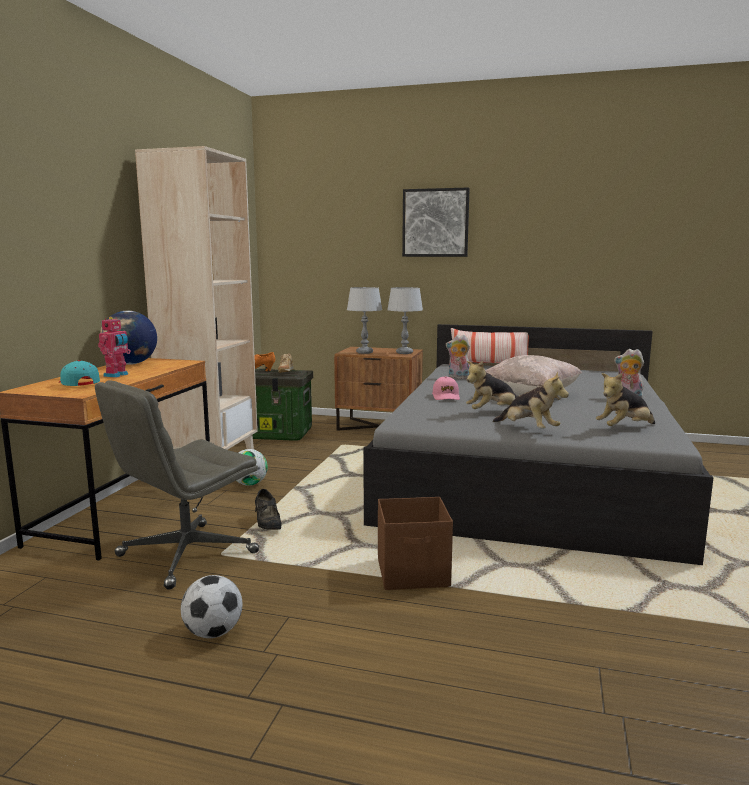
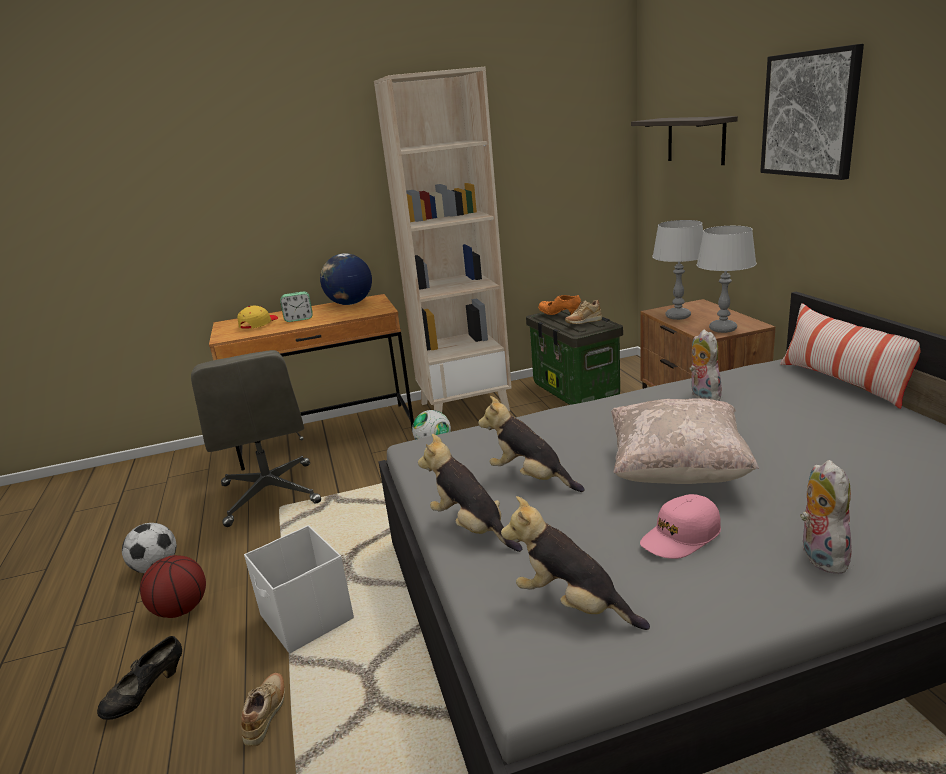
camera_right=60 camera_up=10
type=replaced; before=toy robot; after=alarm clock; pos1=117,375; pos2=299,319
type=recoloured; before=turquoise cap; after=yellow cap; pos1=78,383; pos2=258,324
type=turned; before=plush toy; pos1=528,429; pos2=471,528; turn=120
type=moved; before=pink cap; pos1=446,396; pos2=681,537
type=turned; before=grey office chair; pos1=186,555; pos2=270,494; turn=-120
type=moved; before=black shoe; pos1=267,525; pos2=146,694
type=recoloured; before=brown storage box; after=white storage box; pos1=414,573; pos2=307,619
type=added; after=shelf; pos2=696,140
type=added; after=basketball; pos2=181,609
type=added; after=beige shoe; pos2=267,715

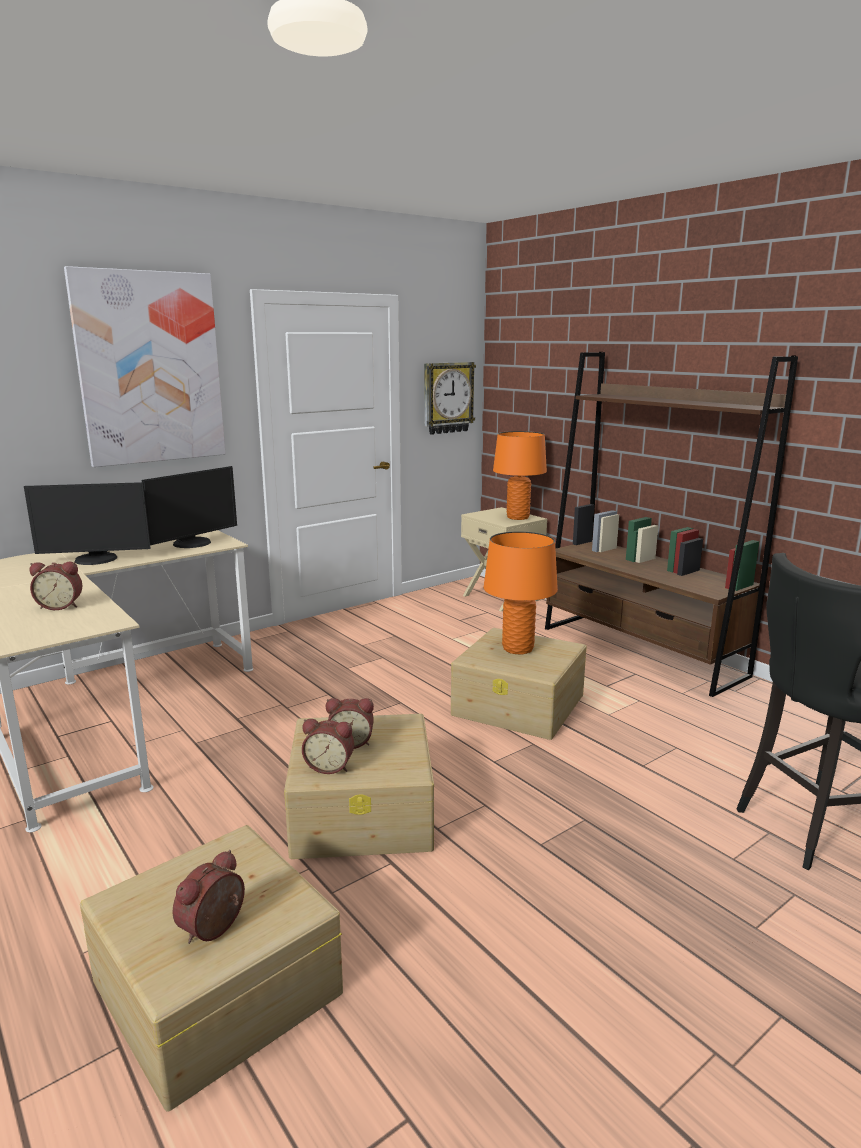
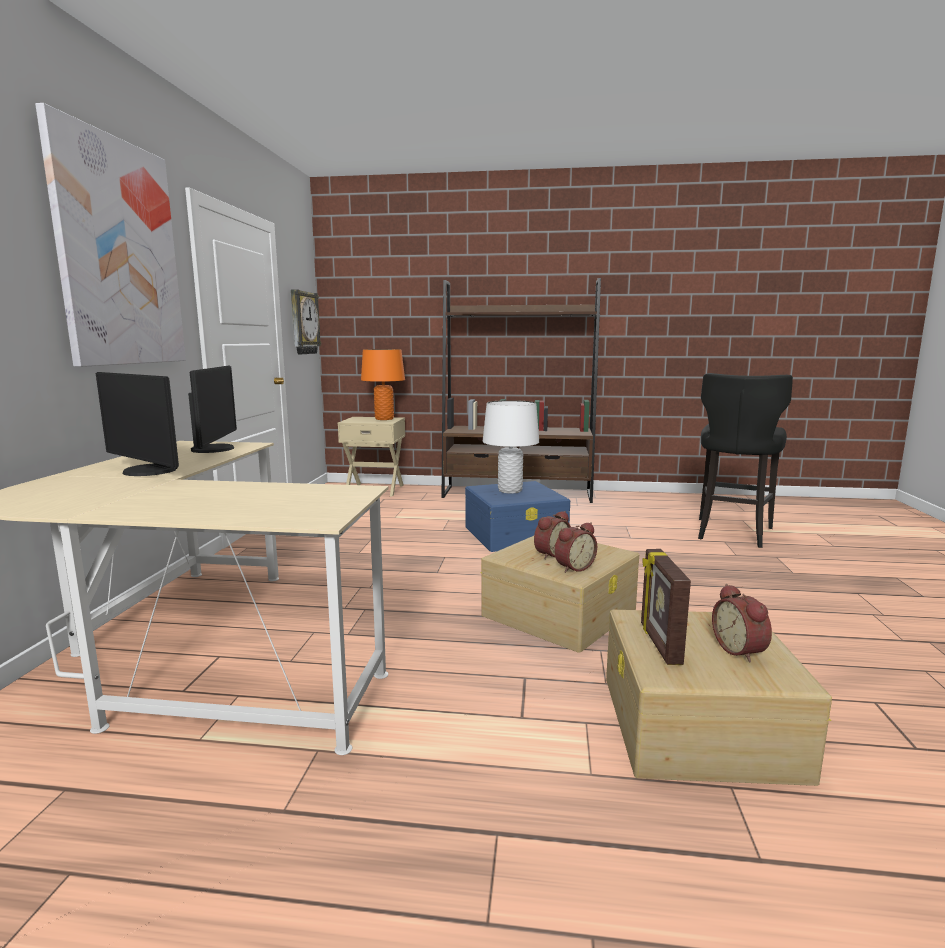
camera_right=-45 camera_up=-5
type=turned; before=monitor; pos1=95,560; pos2=147,471; turn=90
type=recoloured; before=orange table lamp; after=white table lamp; pos1=518,649; pos2=510,491
type=removed; before=alarm clock; pos1=61,606
type=recoloured; before=beige storage box; after=blue storage box; pos1=519,705; pos2=515,534
type=added; after=picture frame; pos2=659,644

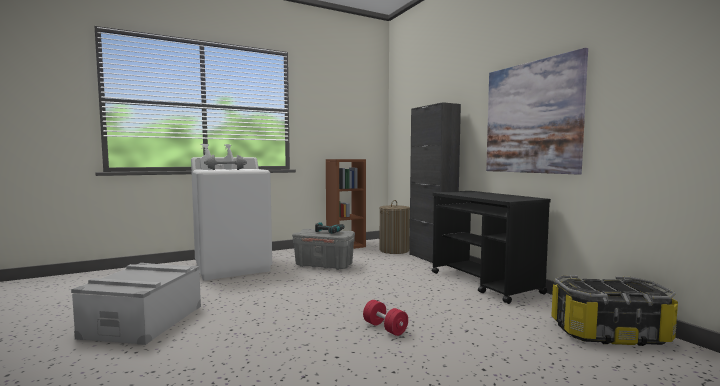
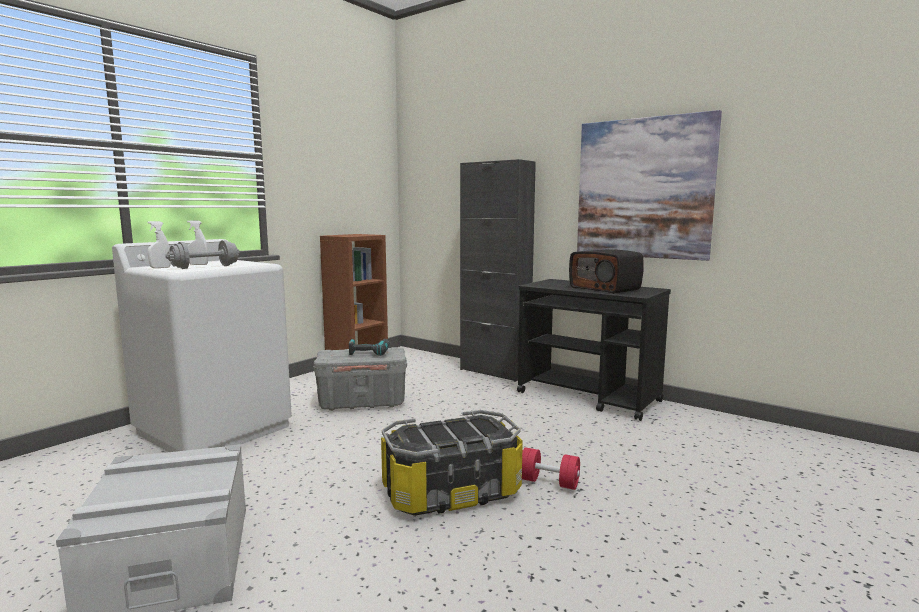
camera_right=-25 camera_up=5
type=removed; before=laundry basket; pos1=394,250
type=moved; before=storage box; pos1=608,333; pos2=451,492
type=added; after=radio; pos2=605,288

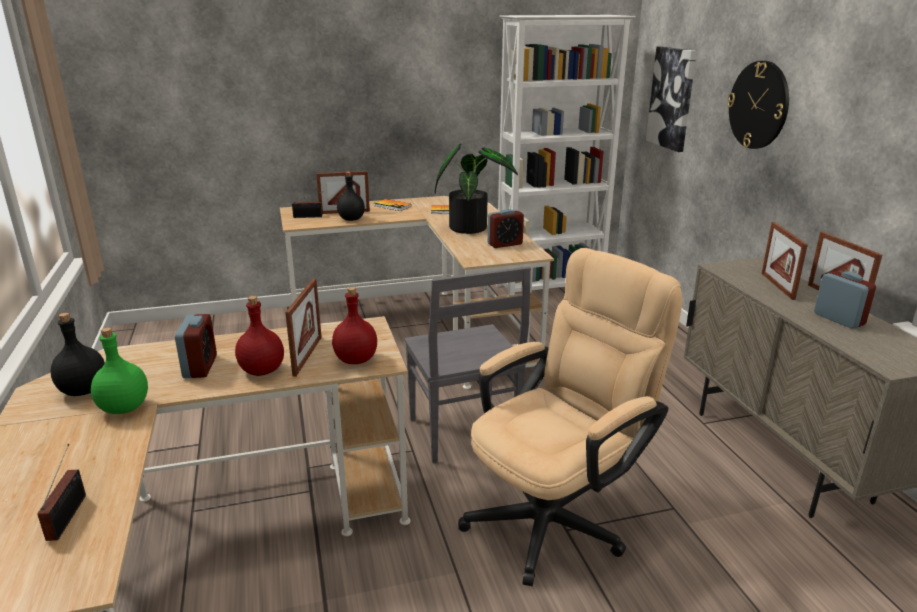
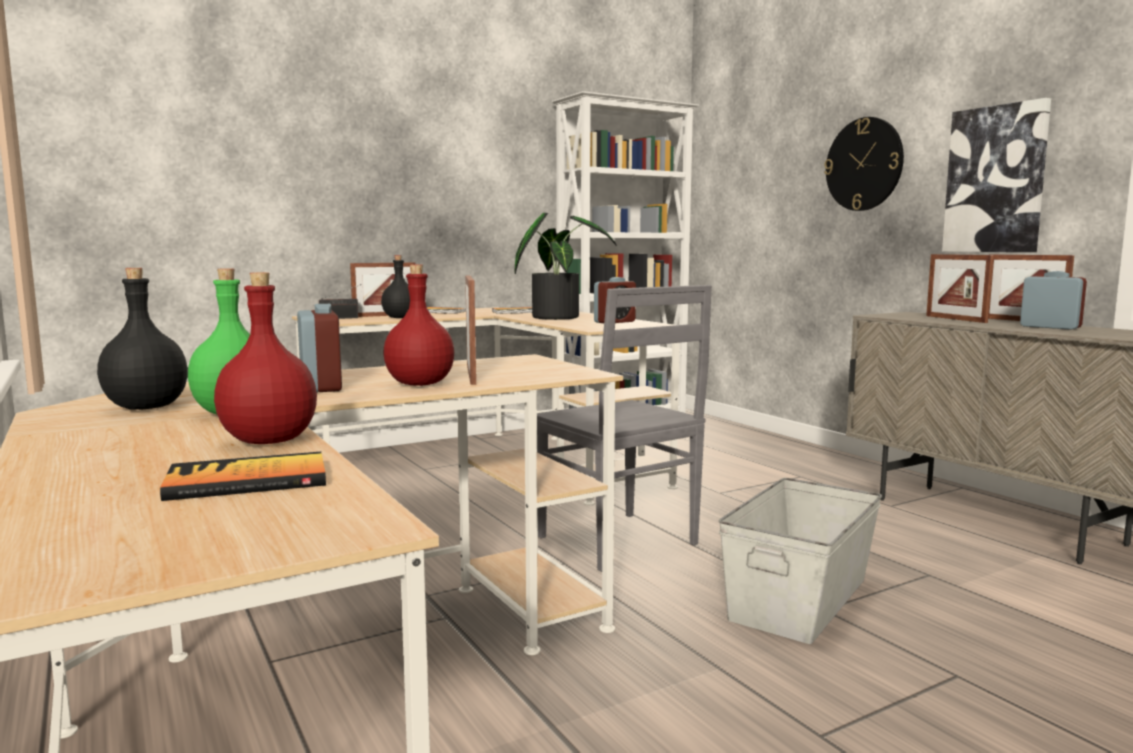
camera_right=-15 camera_up=-15
type=moved; before=picture; pos1=672,98; pos2=996,180
type=replaced; before=beige office chair; after=grey storage box; pos1=557,516; pos2=801,598
type=moved; before=red bottle; pos1=356,360; pos2=271,440
type=replaced; before=radio; after=book; pos1=69,514; pos2=247,481

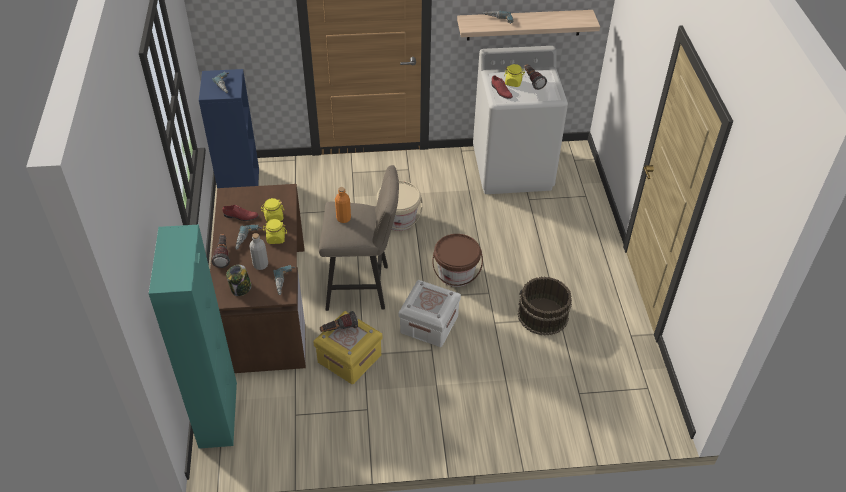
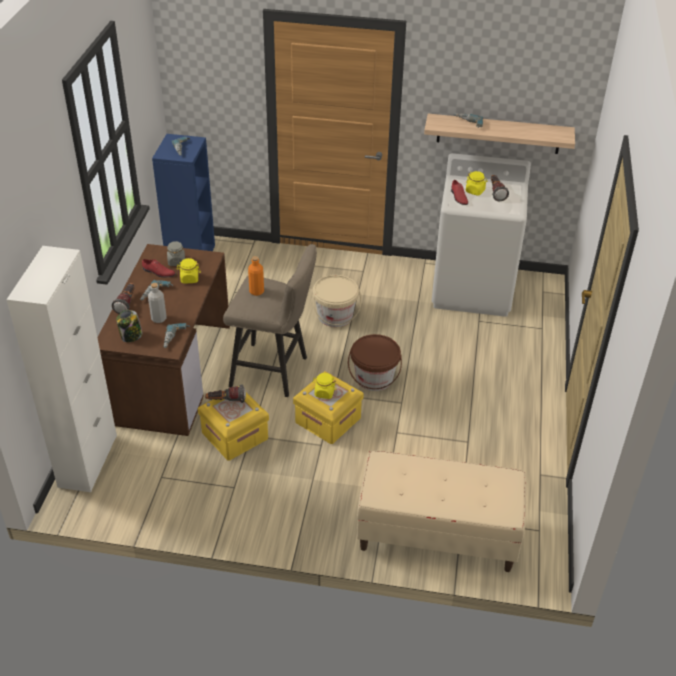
camera_right=15 camera_up=-5
type=moved; before=yellow jar; pos1=275,238; pos2=324,393
type=recoloured; before=turquoise cabinet; after=white cabinet; pos1=218,414; pos2=88,461
type=removed; before=brown bucket; pos1=542,316
type=recoloured; before=white storage box; after=yellow storage box; pos1=429,324; pos2=328,420
type=added; after=grey jar; pos2=176,261
type=added; after=beige bench; pos2=437,535

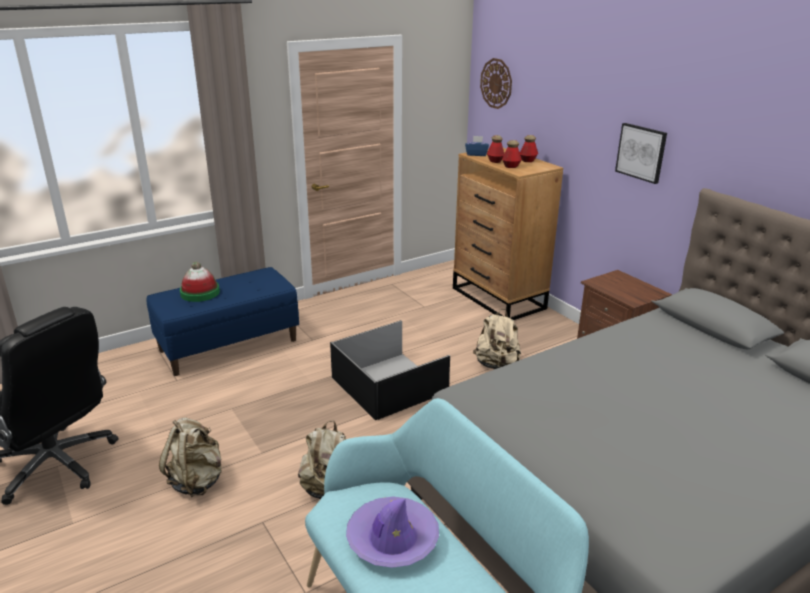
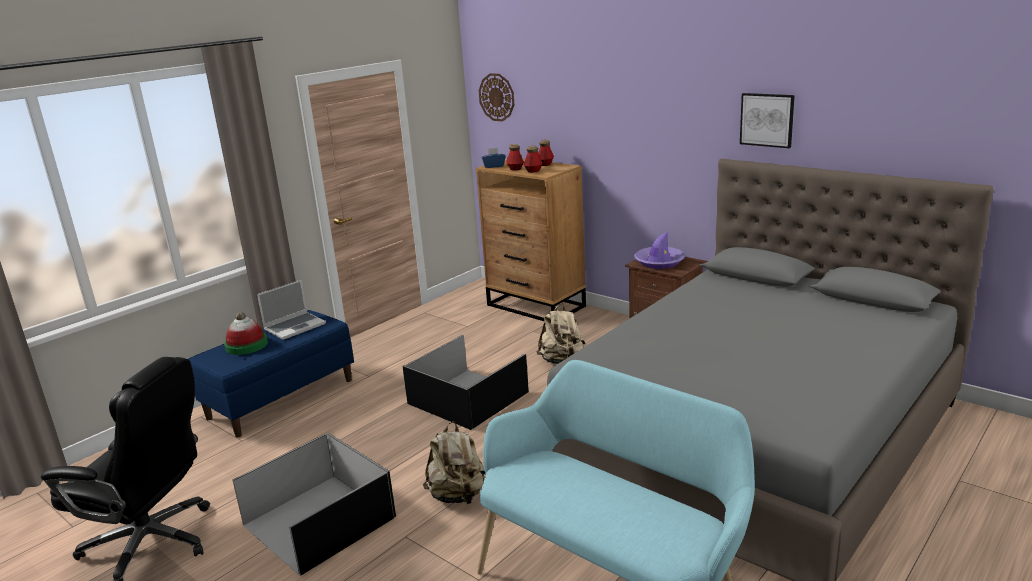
camera_right=-15 camera_up=-5
type=moved; before=picture; pos1=641,152; pos2=767,120
type=replaced; before=beige backpack; after=black storage box; pos1=197,481; pos2=318,520
type=moved; before=purple hat; pos1=392,539; pos2=659,262
type=added; after=laptop; pos2=295,326

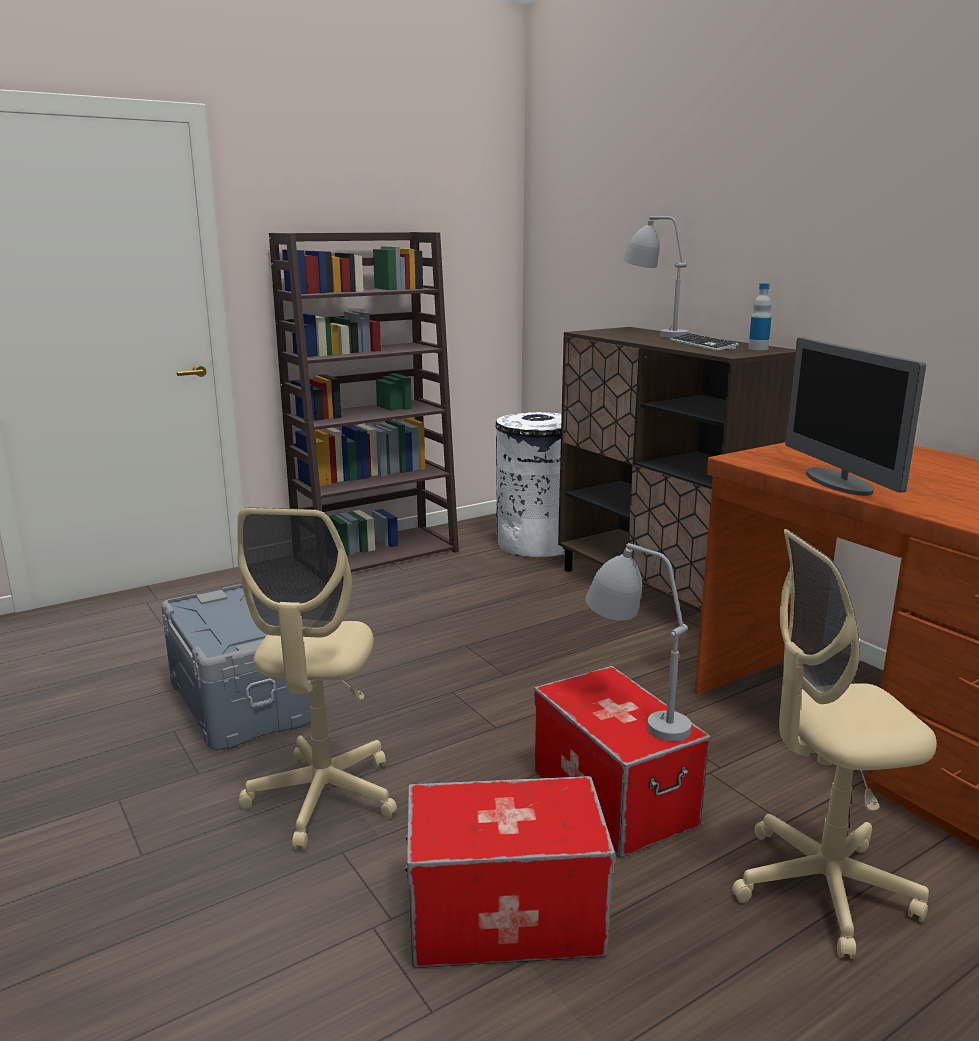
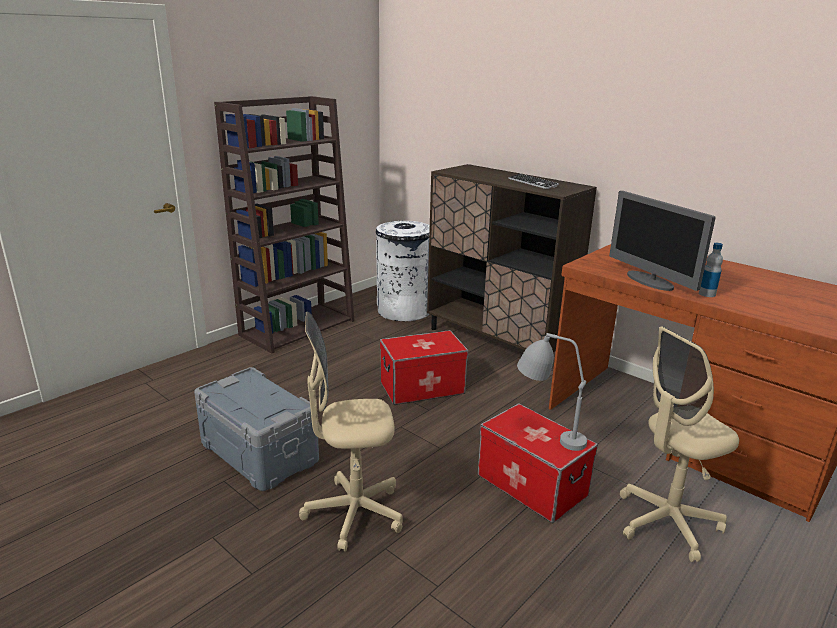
camera_right=-15 camera_up=5
type=removed; before=grey table lamp; pos1=651,333
type=moved; before=bottle; pos1=758,348; pos2=707,294
type=turned; before=beige office chair; pos1=323,798; pos2=354,513; turn=90
type=moved; before=storage box; pos1=504,918; pos2=422,388

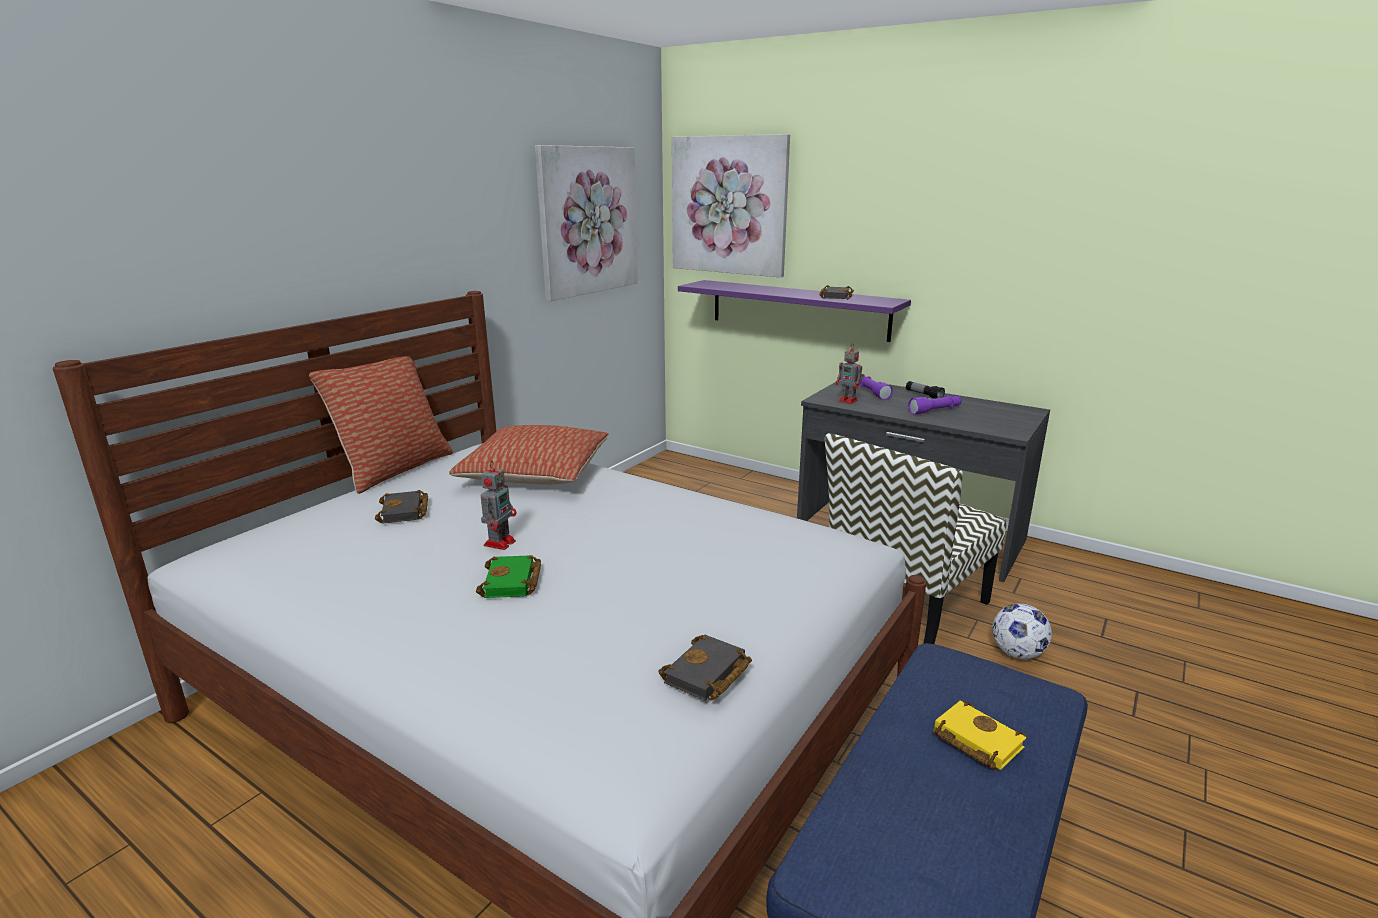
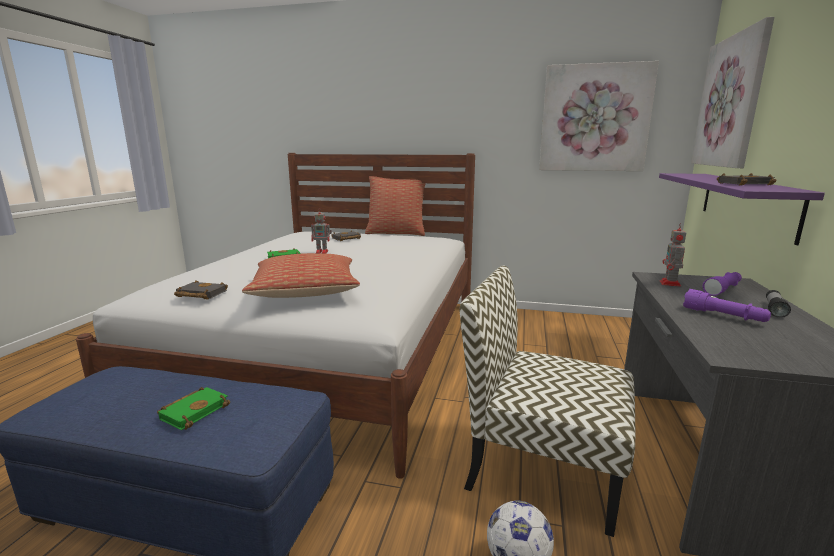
camera_right=70 camera_up=-5
type=moved; before=pillow; pos1=535,473; pos2=305,291
type=recoloured; before=yellow book; after=green book; pos1=974,740; pos2=195,411

